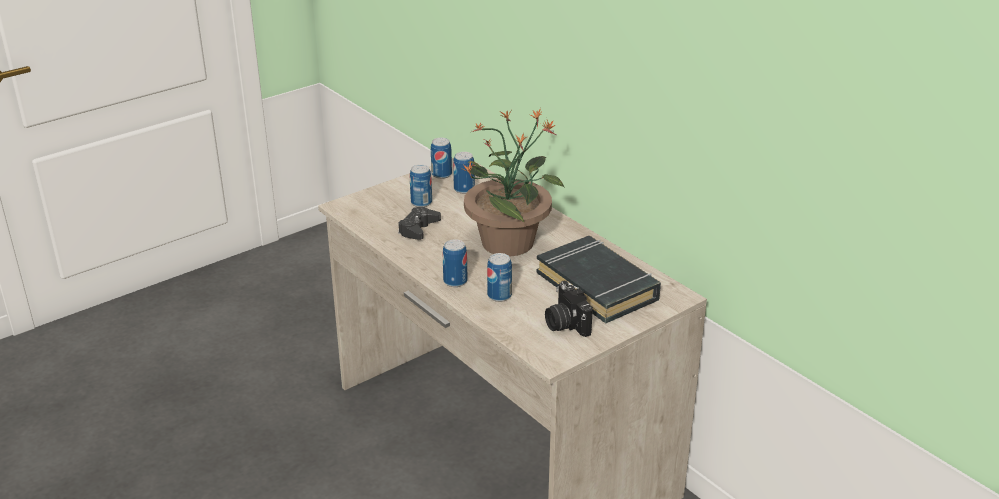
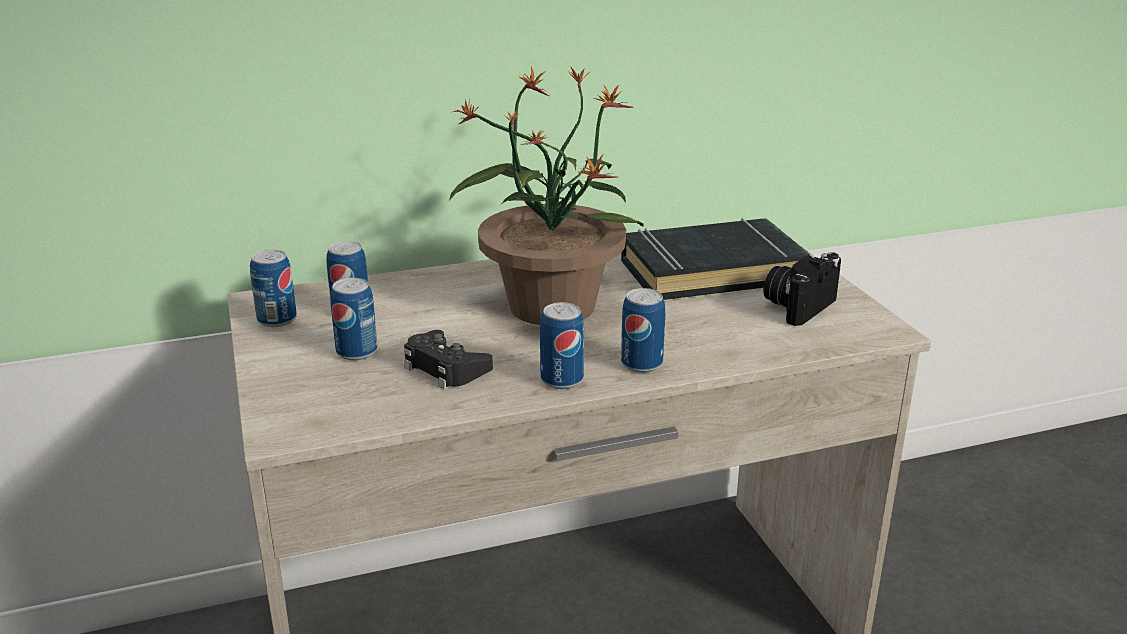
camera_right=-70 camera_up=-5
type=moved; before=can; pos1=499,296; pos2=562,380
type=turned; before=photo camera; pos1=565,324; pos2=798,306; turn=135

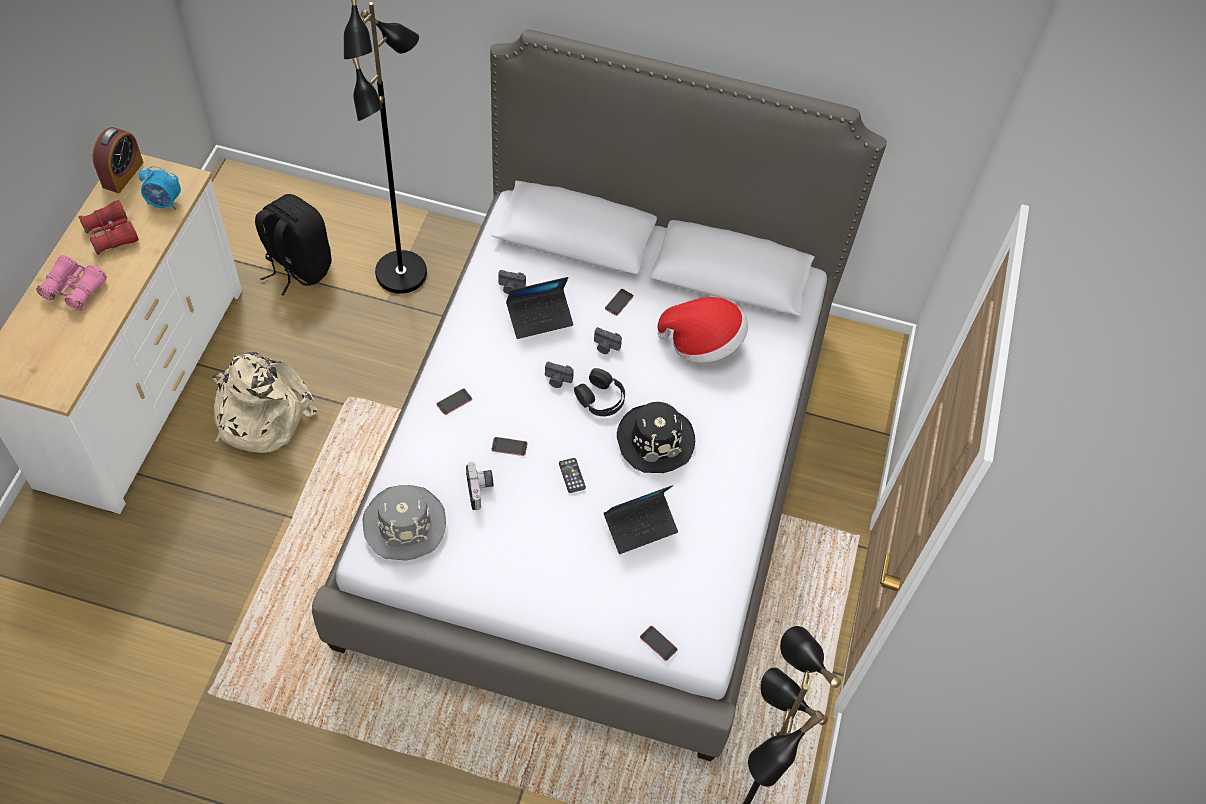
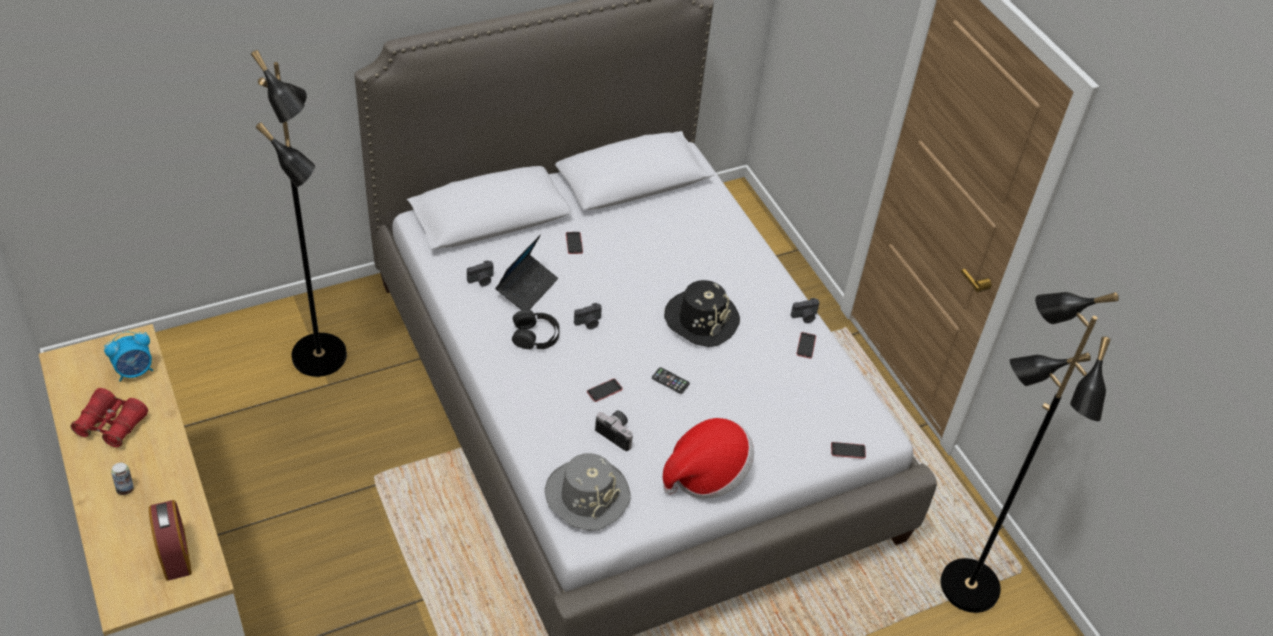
camera_right=-40 camera_up=-10
type=moved; before=alarm clock; pos1=123,174; pos2=175,554
type=removed; before=black backpack; pos1=297,267
type=replaced; before=pink binoculars; after=can; pos1=74,289; pos2=125,488
type=moved; before=hat; pos1=703,343; pos2=706,473
type=moved; before=photo camera; pos1=605,347; pos2=805,317
type=removed; before=beige backpack; pos1=259,413
type=moved; before=black headphones; pos1=600,398; pos2=535,335
type=moved; before=phone; pos1=454,401; pos2=806,345
type=removed; before=laptop; pos1=640,526

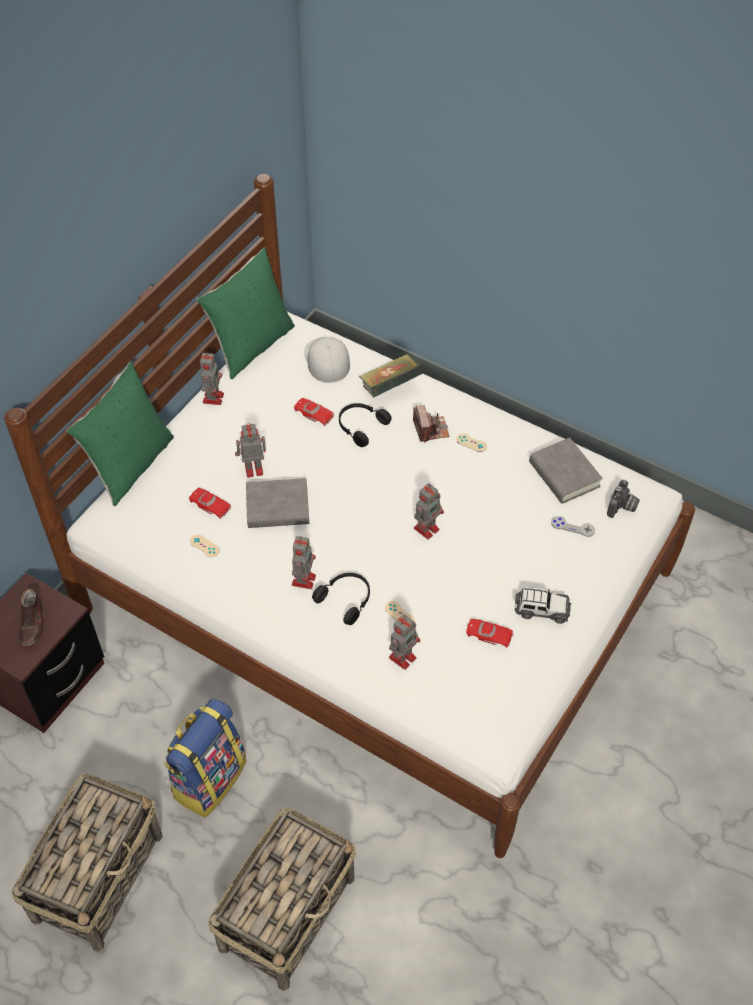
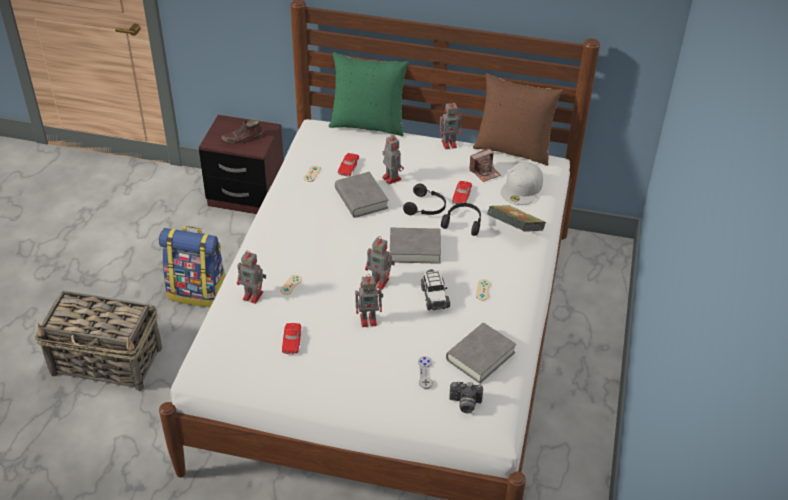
camera_right=70 camera_up=-10
type=recoloured; before=green pillow; after=brown pillow; pos1=251,345; pos2=513,149
type=turned; before=white cap; pos1=326,359; pos2=522,188; turn=150
type=moved; before=photo camera; pos1=430,429; pos2=484,172
type=moved; before=toy robot; pos1=304,579; pos2=369,320
type=moved; before=black headphones; pos1=346,599; pos2=426,207
type=moved; before=toy car; pos1=541,610; pos2=434,297
type=removed; before=basket; pos1=99,875
type=added; after=grey book; pos2=415,249

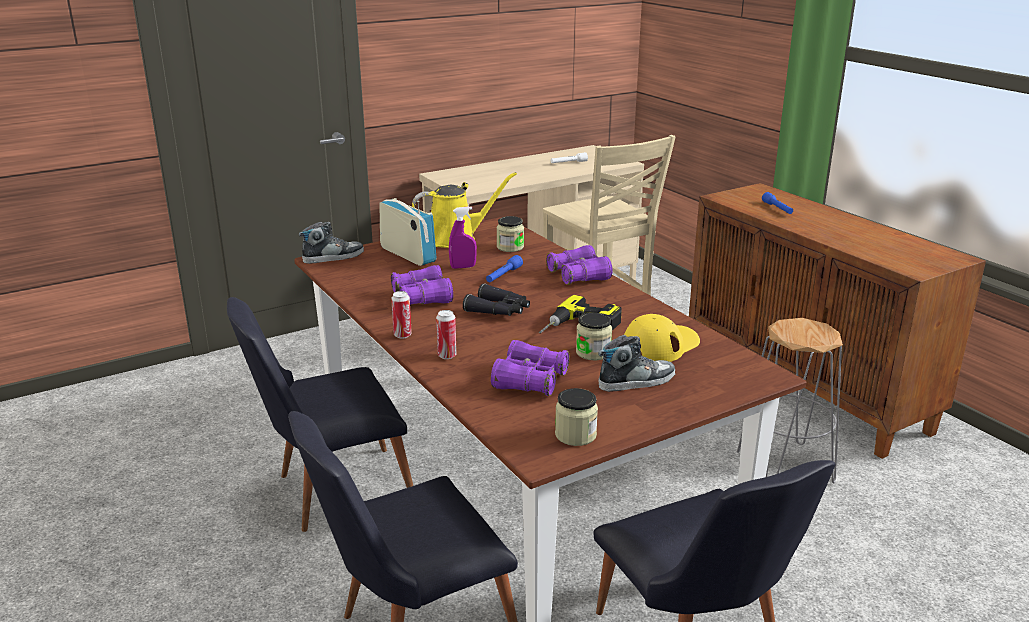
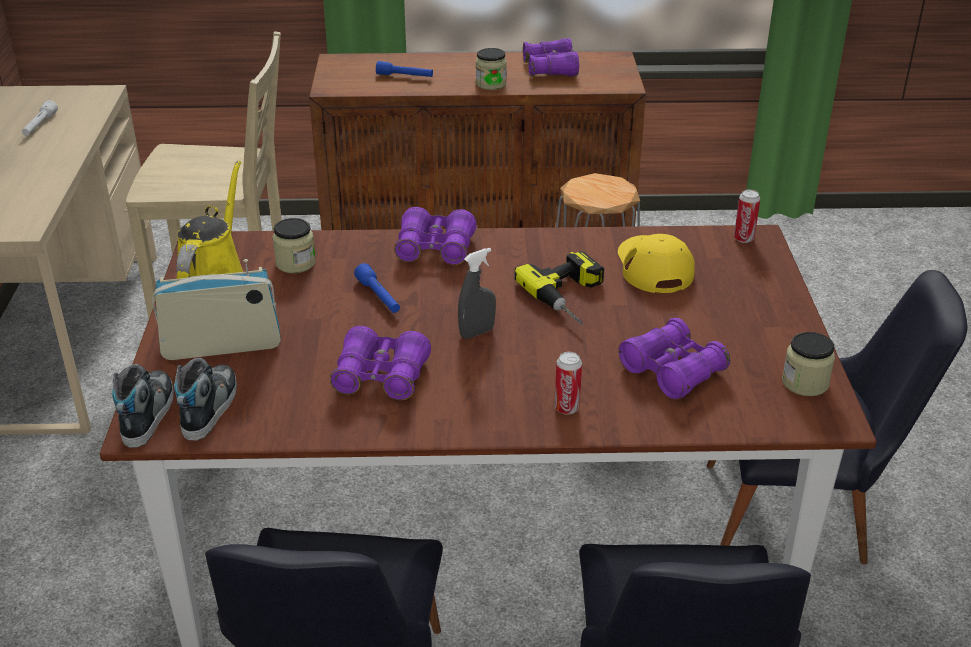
camera_right=-60 camera_up=10
type=removed; before=purple spray bottle; pos1=463,267
type=replaced; before=black binoculars; after=grey spray bottle; pos1=499,310; pos2=477,333
type=moved; before=can; pos1=402,335; pos2=743,238
type=moved; before=jar; pos1=593,352; pos2=491,84
type=moved; before=shoe; pos1=636,381; pos2=209,407
type=added; after=purple binoculars; pos2=550,69

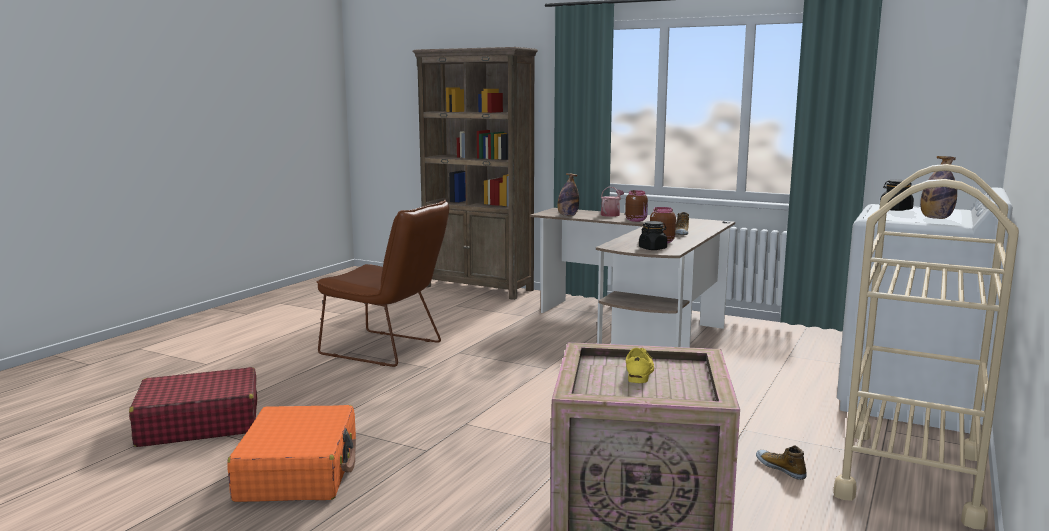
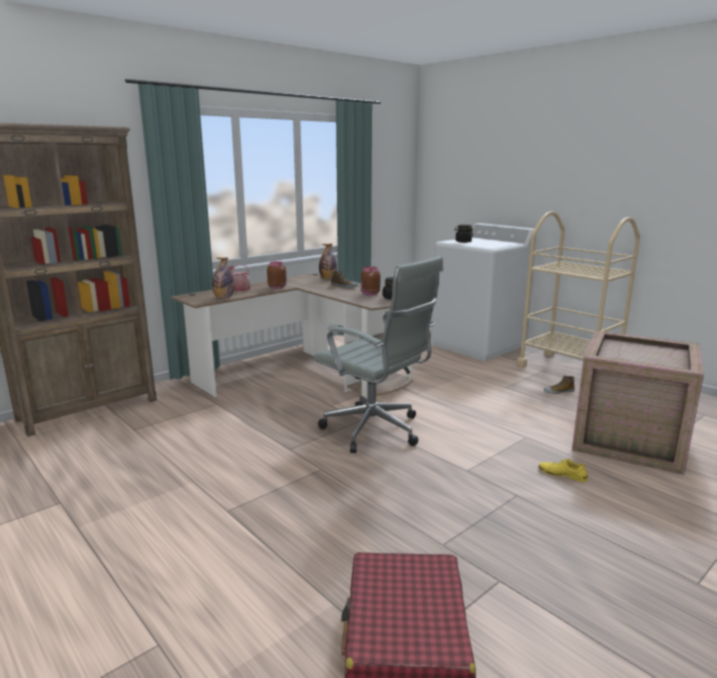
camera_right=-70 camera_up=5
type=moved; before=bottle; pos1=936,218; pos2=328,279
type=removed; before=brown chair; pos1=388,350
type=moved; before=yellow shoe; pos1=639,372; pos2=562,474
type=removed; before=orange suitcase; pos1=299,471
type=added; after=grey office chair; pos2=376,431

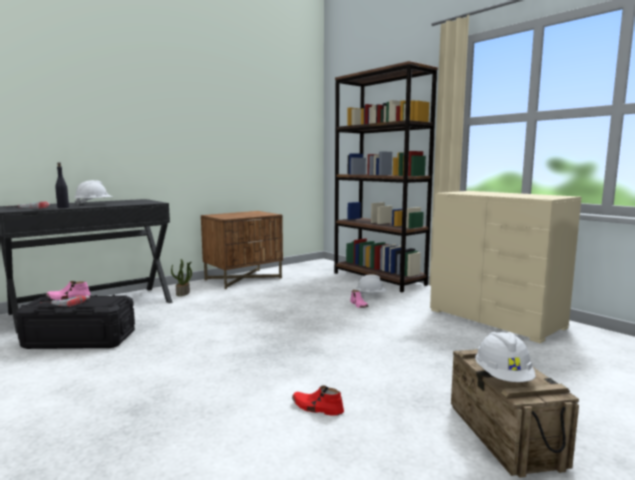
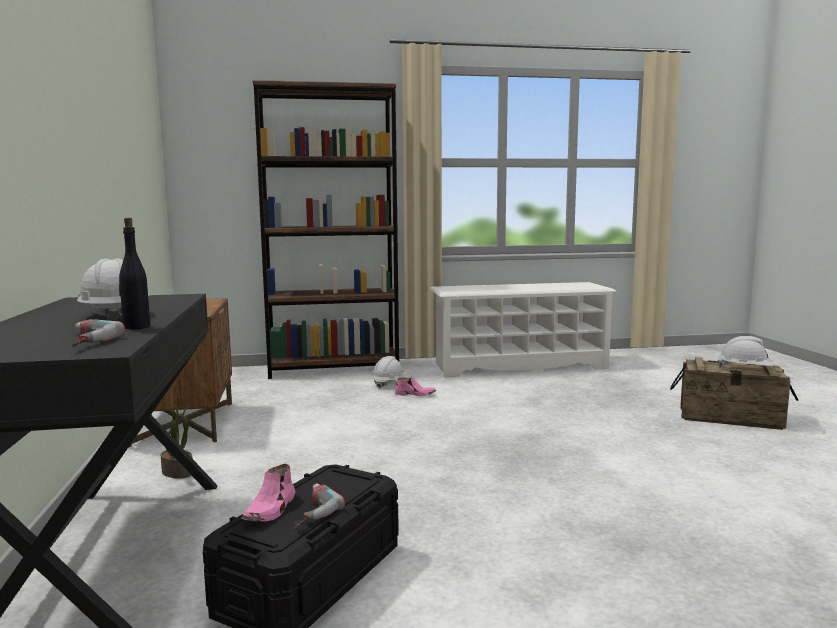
camera_right=-60 camera_up=0
type=replaced; before=beige dresser; after=white shoe rack; pos1=496,318; pos2=519,365
type=removed; before=red shoe; pos1=317,408

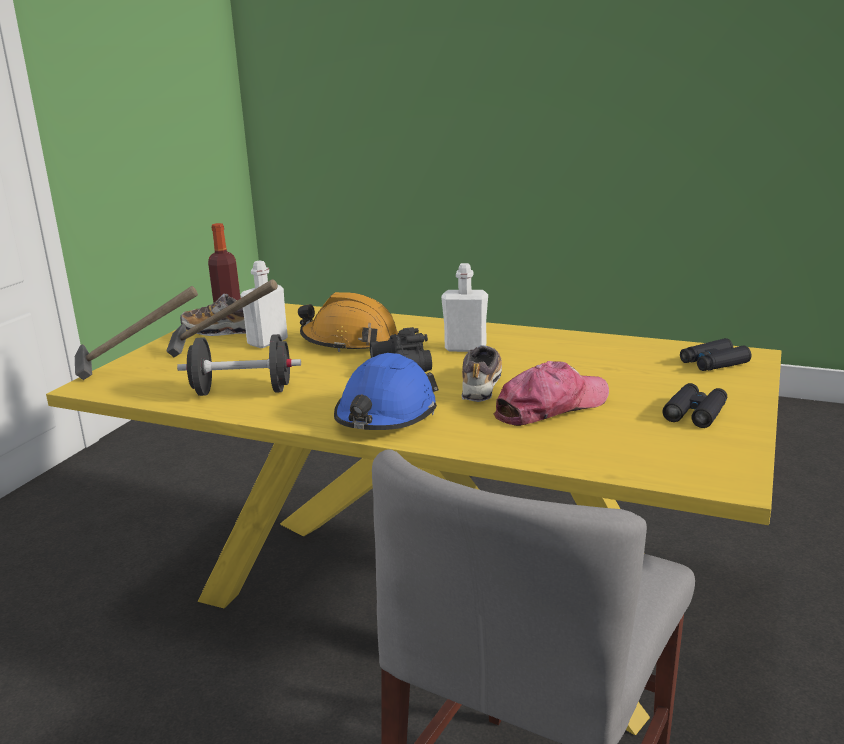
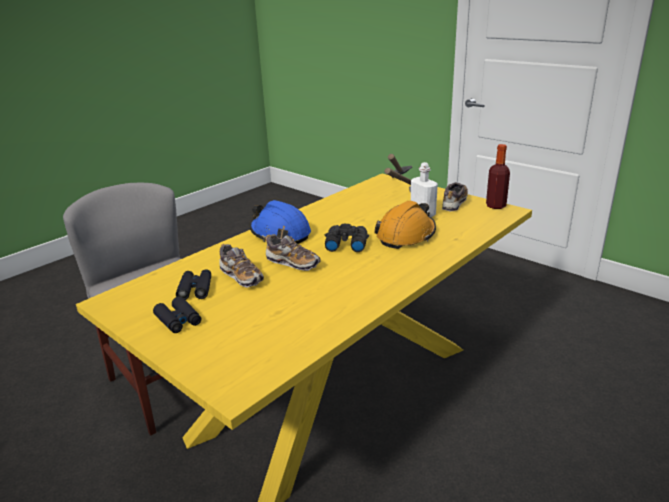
camera_right=110 camera_up=5
type=removed; before=white bottle; pos1=465,348
type=removed; before=black dumbbell; pos1=242,391
type=moved; before=black binoculars; pos1=713,363; pos2=195,289
type=replaced; before=cap; after=shoe; pos1=550,407; pos2=241,276

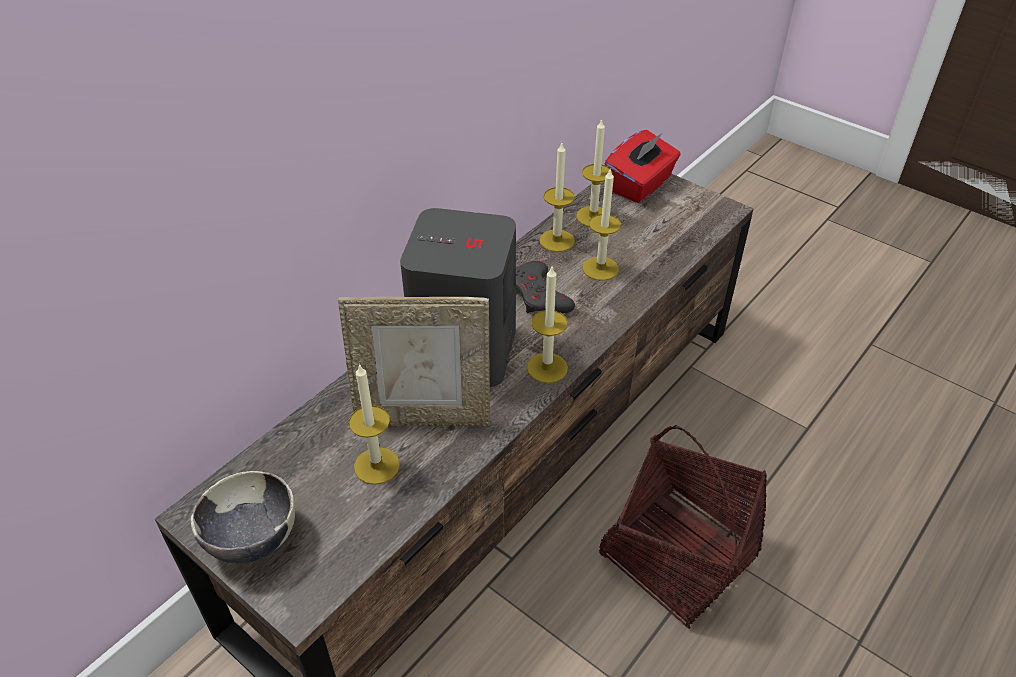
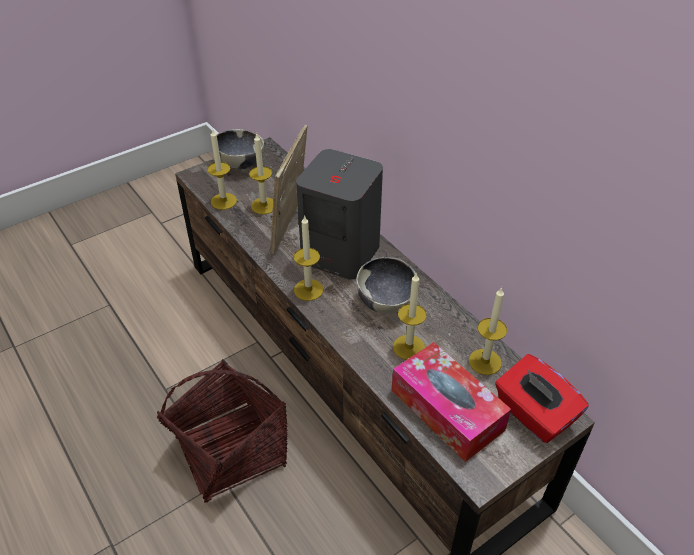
camera_right=105 camera_up=0
type=moved; before=candle; pos1=556,240; pos2=223,201
type=replaced; before=grey game controller; after=bowl; pos1=539,295; pos2=386,302
type=added; after=tissue box; pos2=447,410

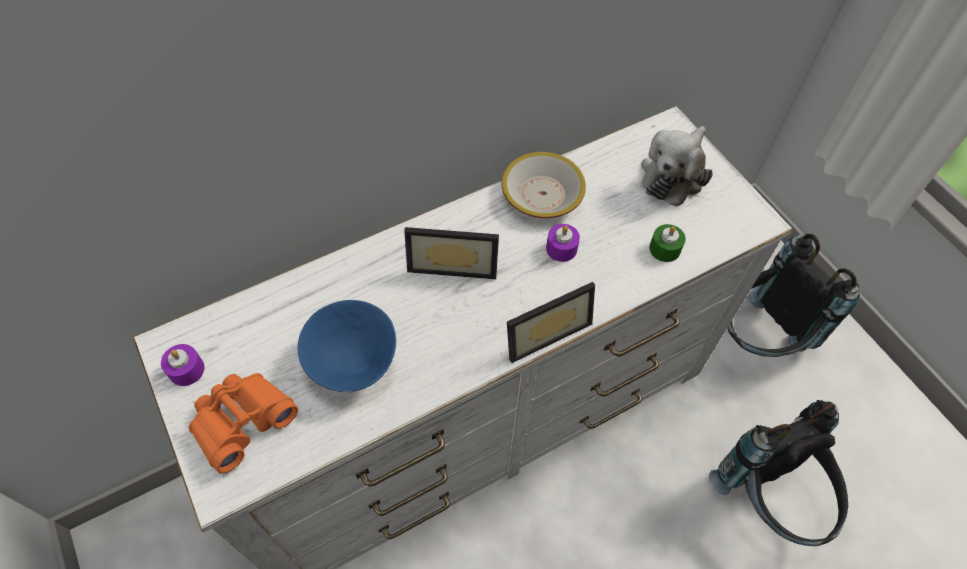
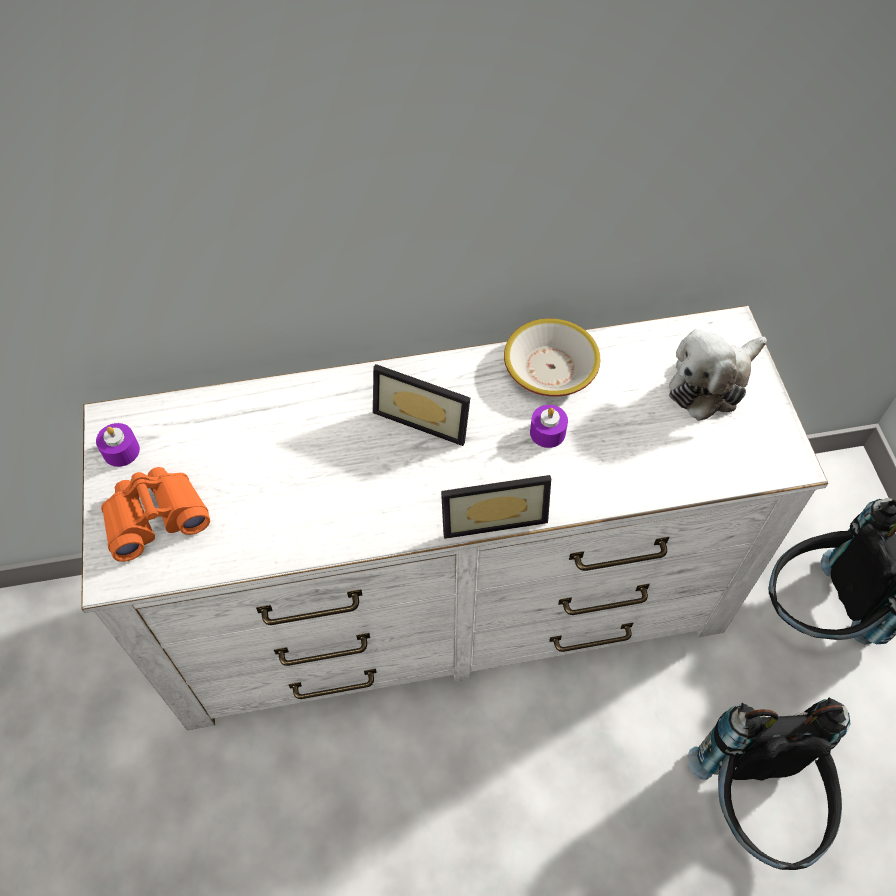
camera_right=20 camera_up=0
type=removed; before=green candle; pos1=664,249
type=removed; before=blue bowl; pos1=352,363

